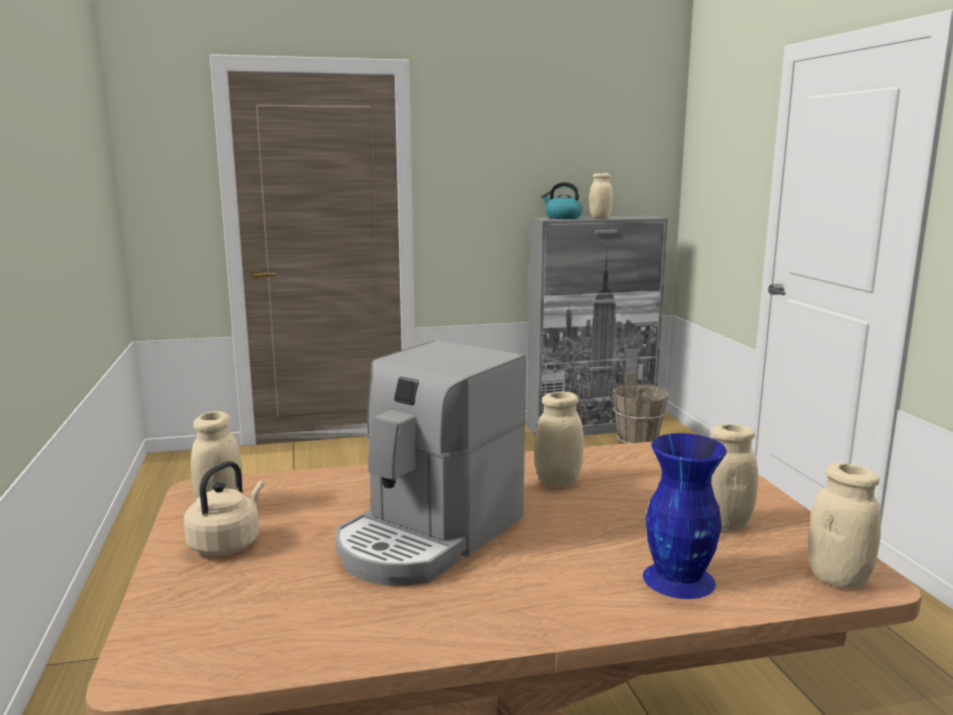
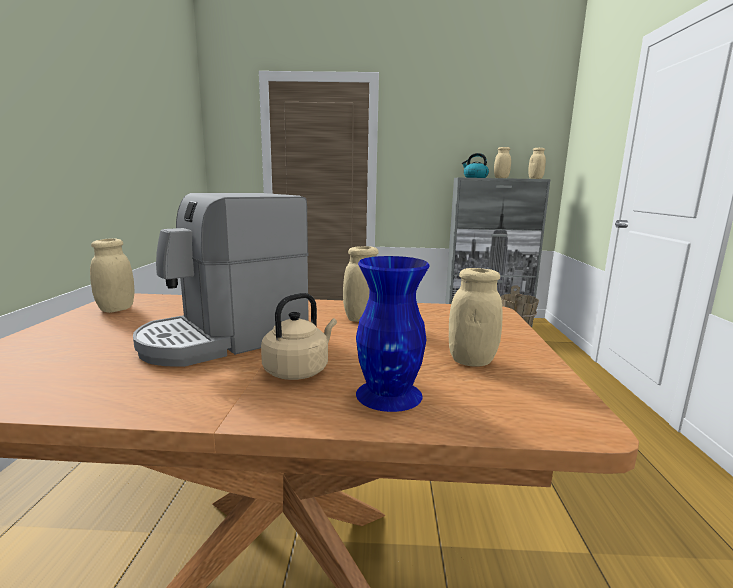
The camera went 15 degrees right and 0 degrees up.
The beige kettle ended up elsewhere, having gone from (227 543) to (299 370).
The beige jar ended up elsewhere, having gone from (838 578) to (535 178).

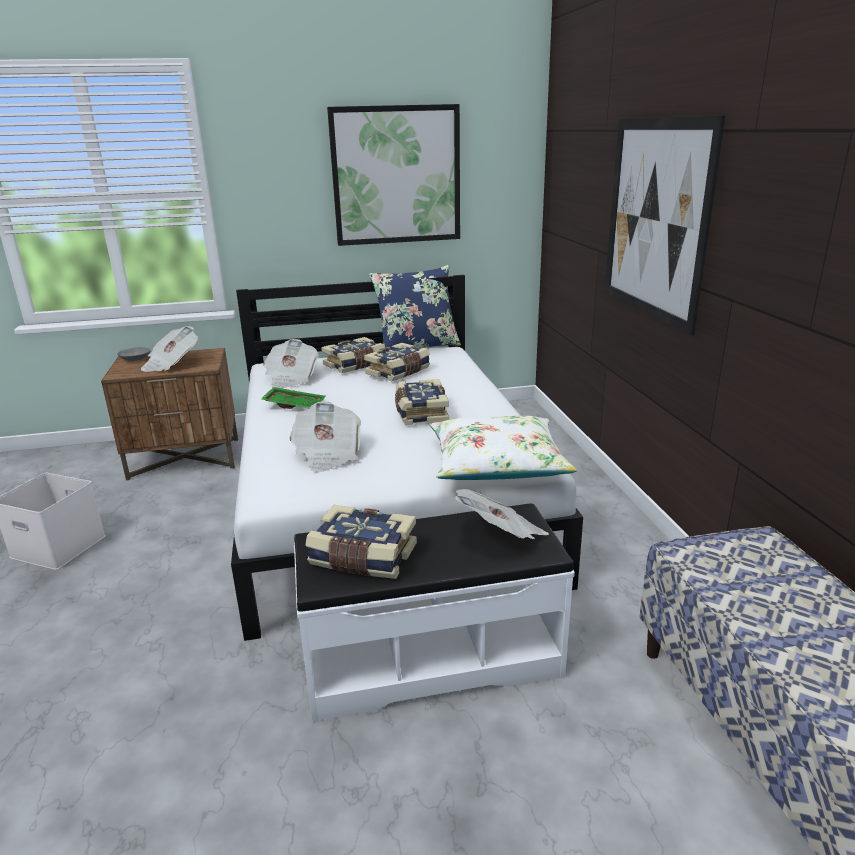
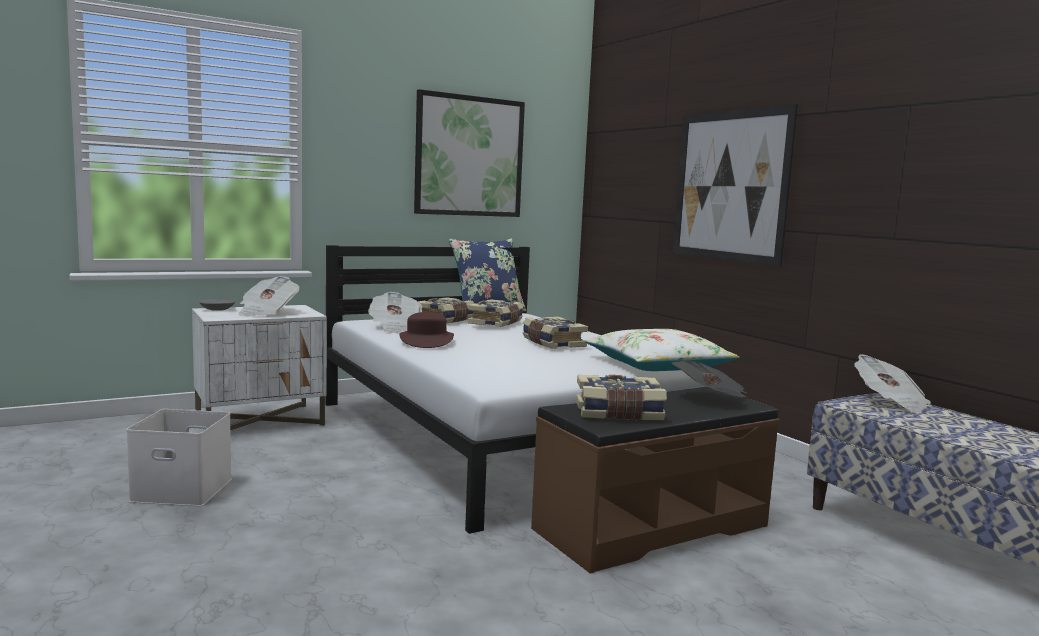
The camera went 20 degrees left and 15 degrees down.
What was the brown nightstand at (186 458) turned into the white nightstand at (260 421).
Where the green tray stood at (295 405), the brown hat came to stand at (426 341).
The newspaper ended up elsewhere, having gone from (327 455) to (890 403).
What was the white bench at (430 657) turned into the brown bench at (650 526).

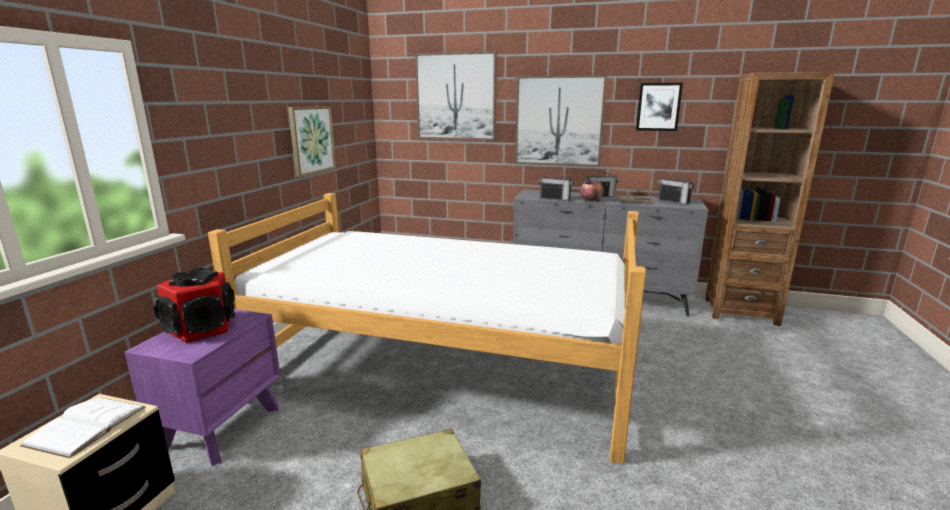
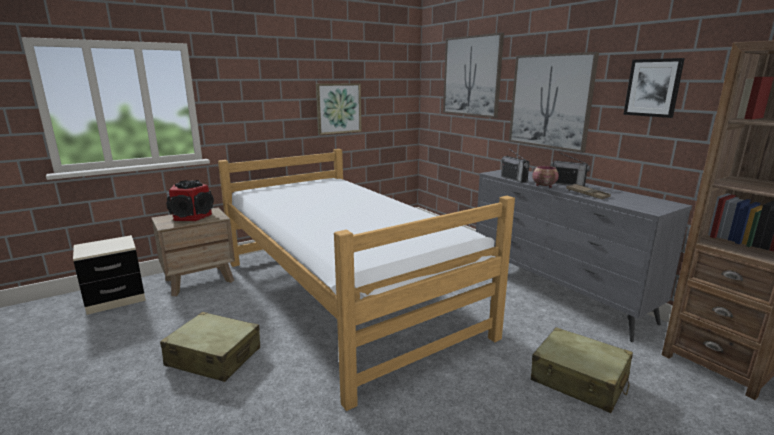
The camera went 40 degrees right and 0 degrees up.
The second view lost the radio at (673 202).
What was the purple nightstand at (222 427) turned into the brown nightstand at (200 280).
The second view lost the white book at (86 425).
The second view gained the beige suitcase at (579 380).

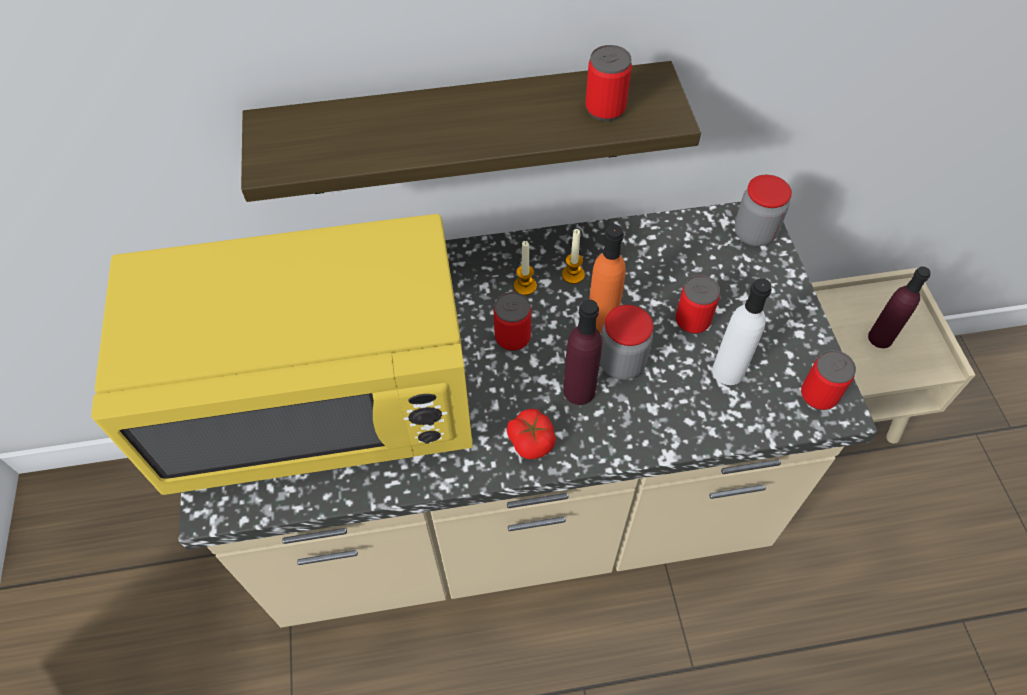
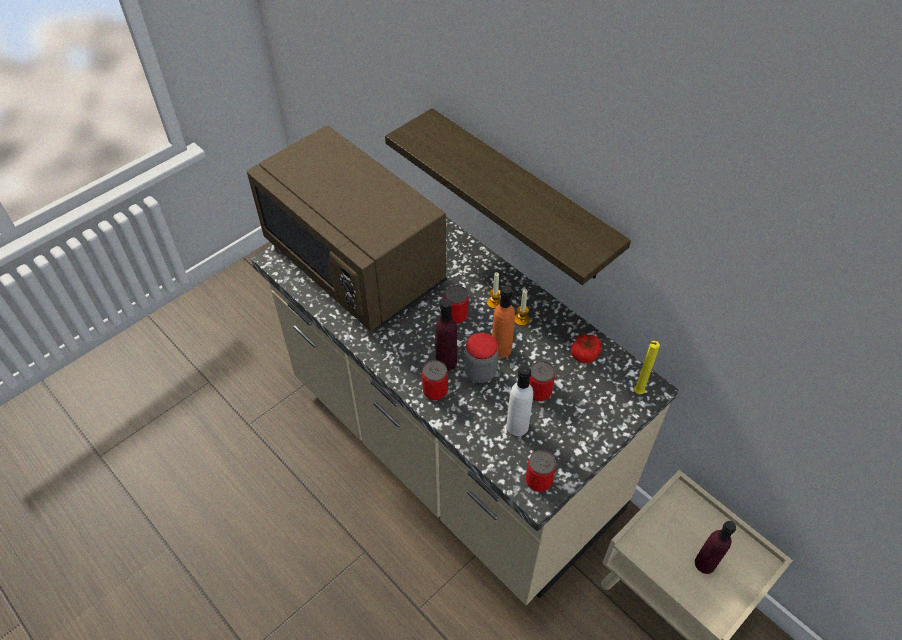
The camera went 55 degrees right and 5 degrees down.
The can ended up elsewhere, having gone from (605 108) to (435 391).
Where the jar stood at (754 233), the yellow candle came to stand at (637 392).
What was the yellow microwave at (321 402) turned into the brown microwave at (355 263).
The tomato ended up elsewhere, having gone from (531 440) to (585 353).

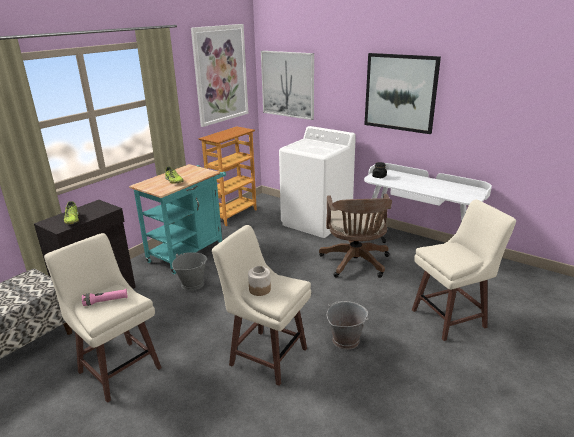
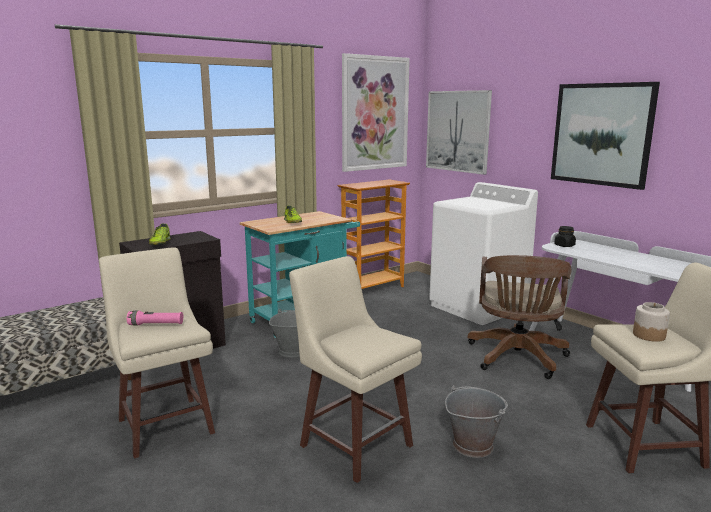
The camera went 15 degrees right and 10 degrees down.
The jar ended up elsewhere, having gone from (260 289) to (649 335).

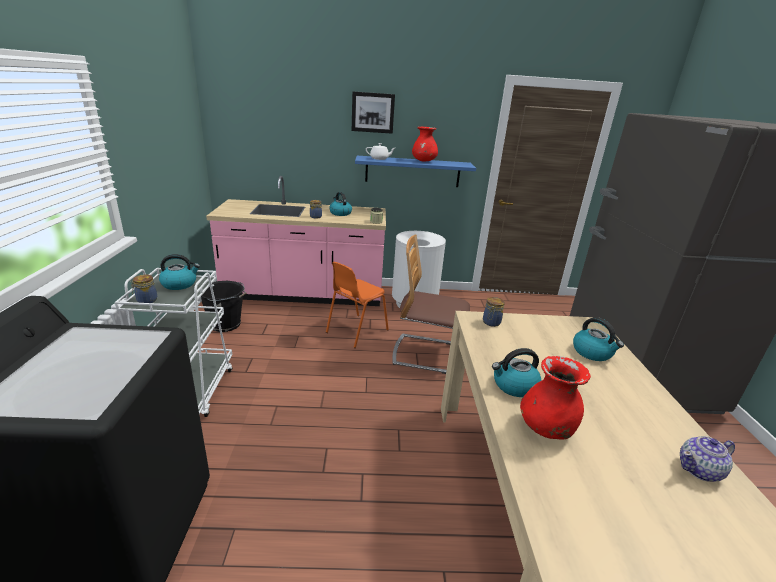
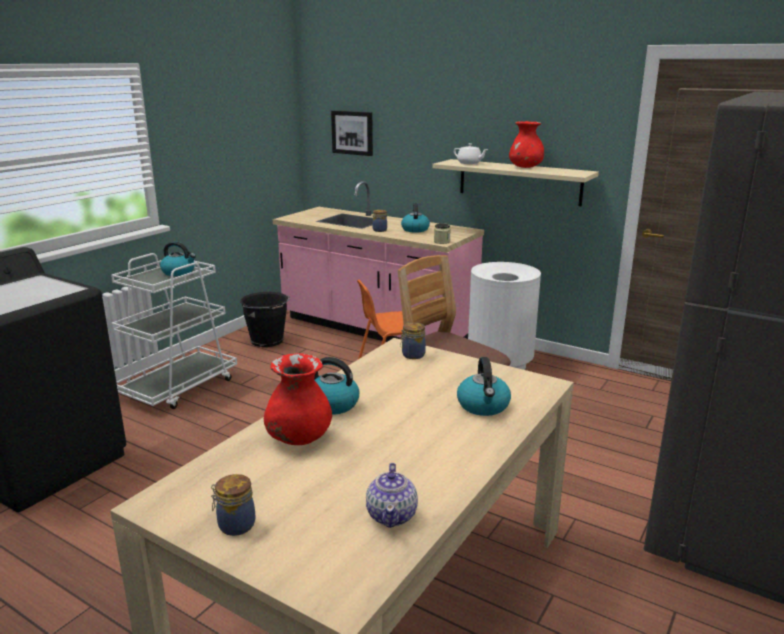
The camera went 35 degrees right and 5 degrees down.
The picture ended up elsewhere, having gone from (373 112) to (352 132).
What was the blue shelf at (412 171) turned into the beige shelf at (519 182).
The jar ended up elsewhere, having gone from (146 300) to (235 525).
The teapot at (700 470) ended up facing another way, 105 degrees counterclockwise from before.

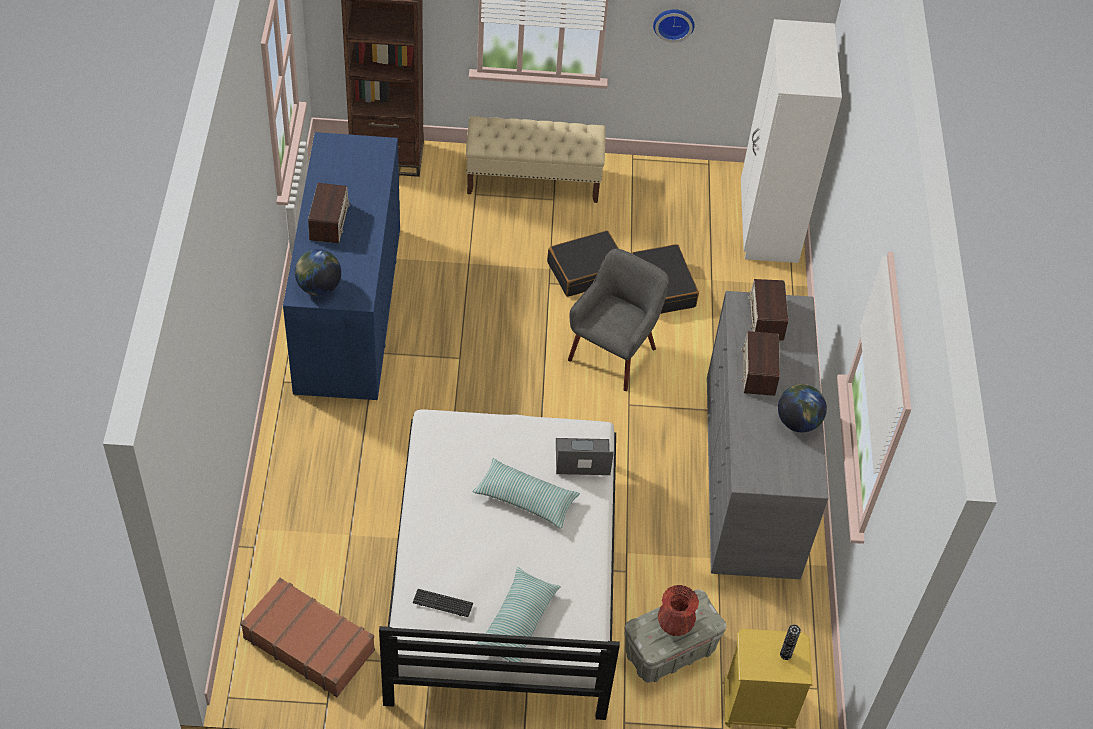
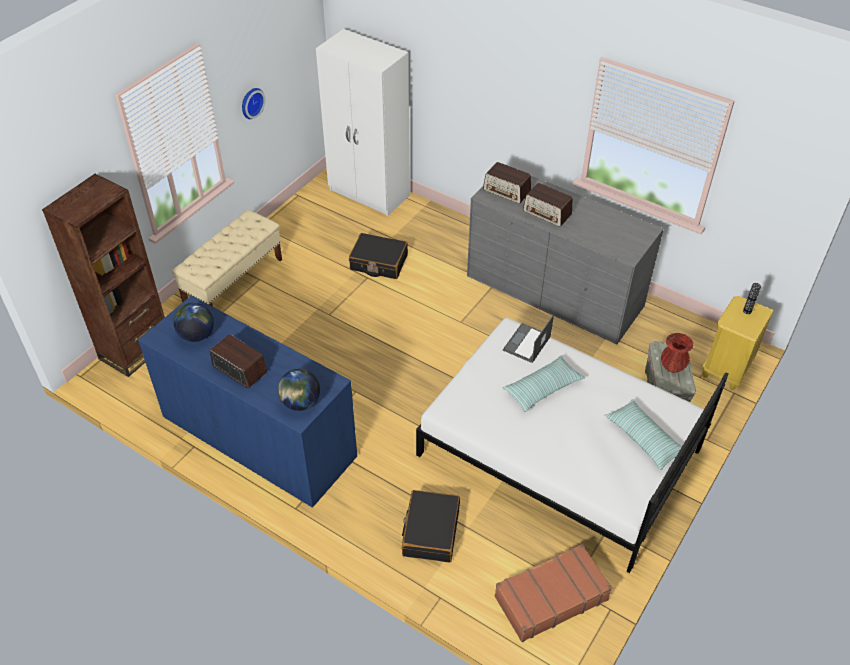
The camera went 55 degrees left and 5 degrees down.
The black suitcase ended up elsewhere, having gone from (586 271) to (430 531).
The second view lost the grey armchair at (614 354).
The globe ended up elsewhere, having gone from (798 422) to (197 335).
The second view lost the keyboard at (443 603).

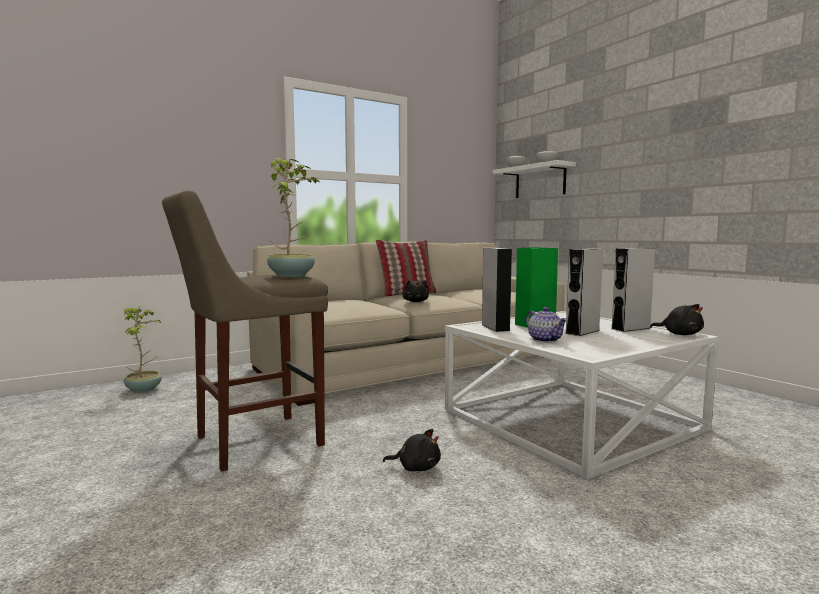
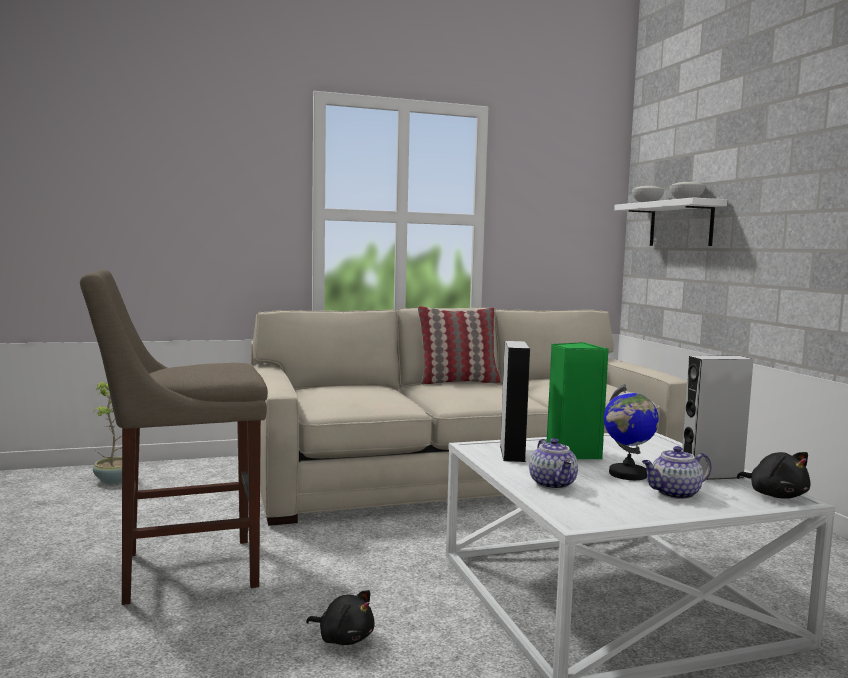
The camera went 15 degrees right and 0 degrees up.
The second view lost the potted plant at (292 276).
Where the grey speaker stood at (582 332), the globe came to stand at (627 474).
The second view lost the black plush toy at (416 302).
The second view gained the teapot at (674 494).

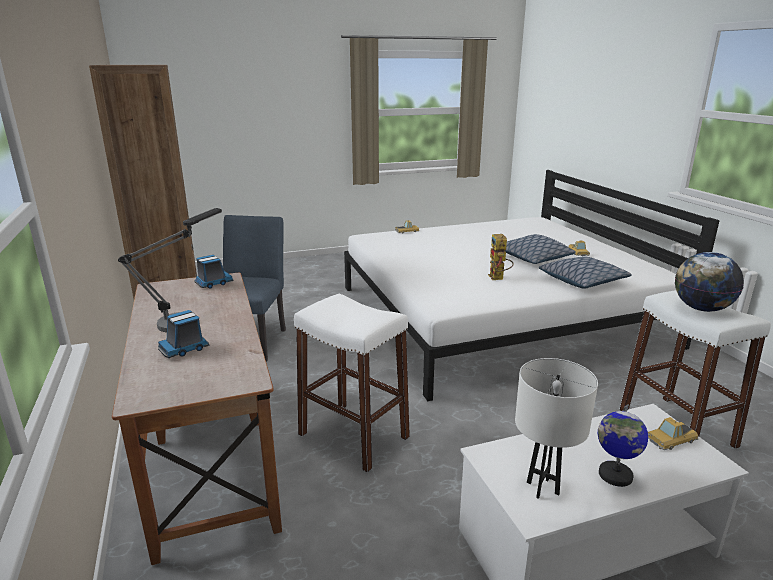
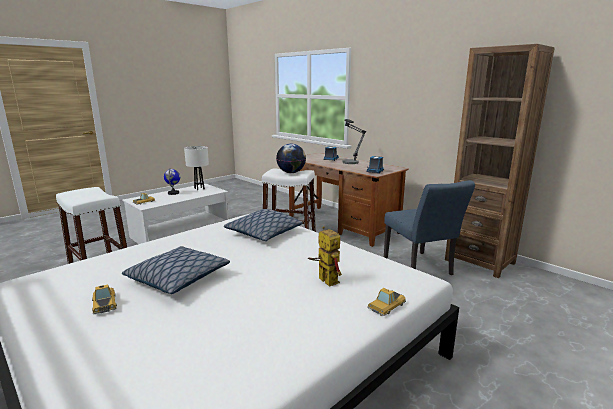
The camera went 155 degrees right and 5 degrees down.
The toy robot ended up elsewhere, having gone from (498 278) to (324 279).
The globe ended up elsewhere, having gone from (701 308) to (291 173).
The pillow ended up elsewhere, having gone from (582 281) to (264 233).

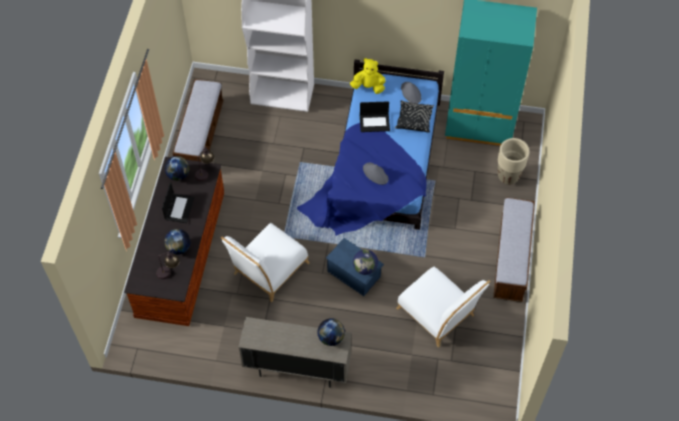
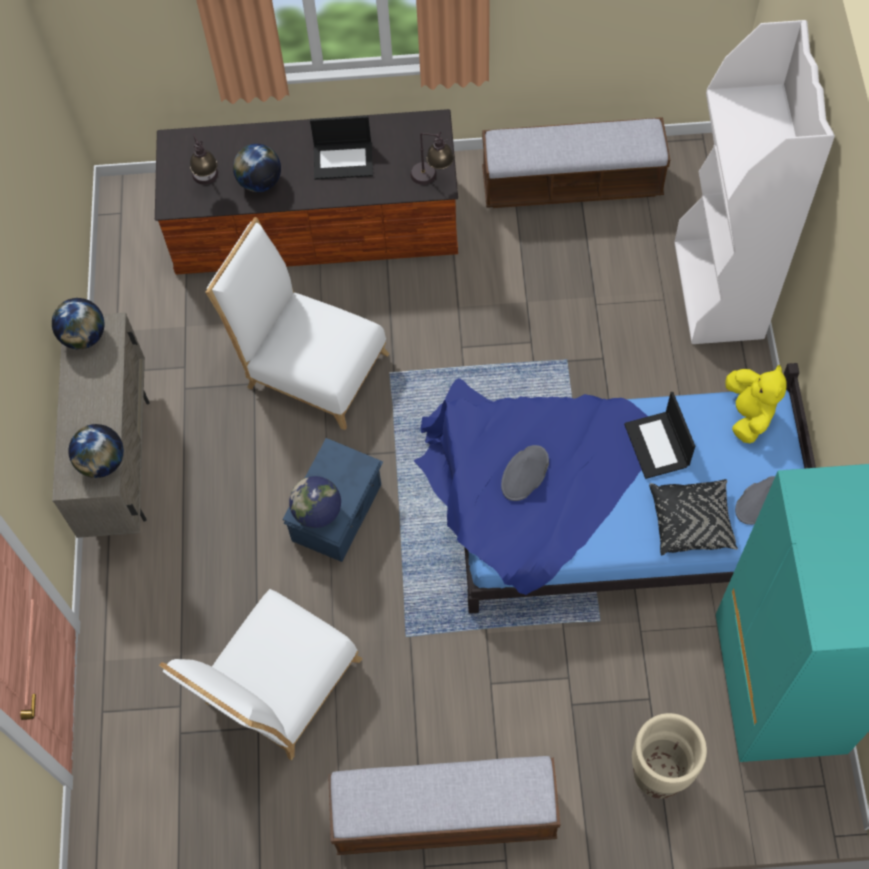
The camera went 80 degrees right and 5 degrees up.
The globe ended up elsewhere, having gone from (178 175) to (84 336).

